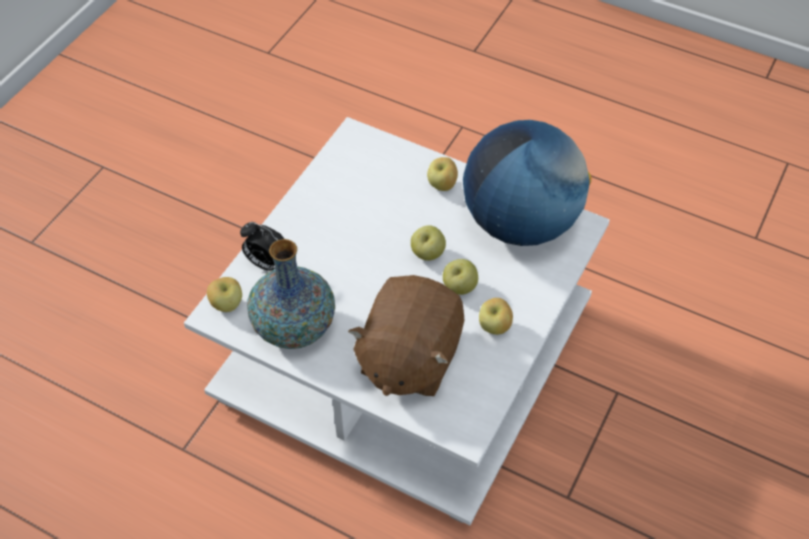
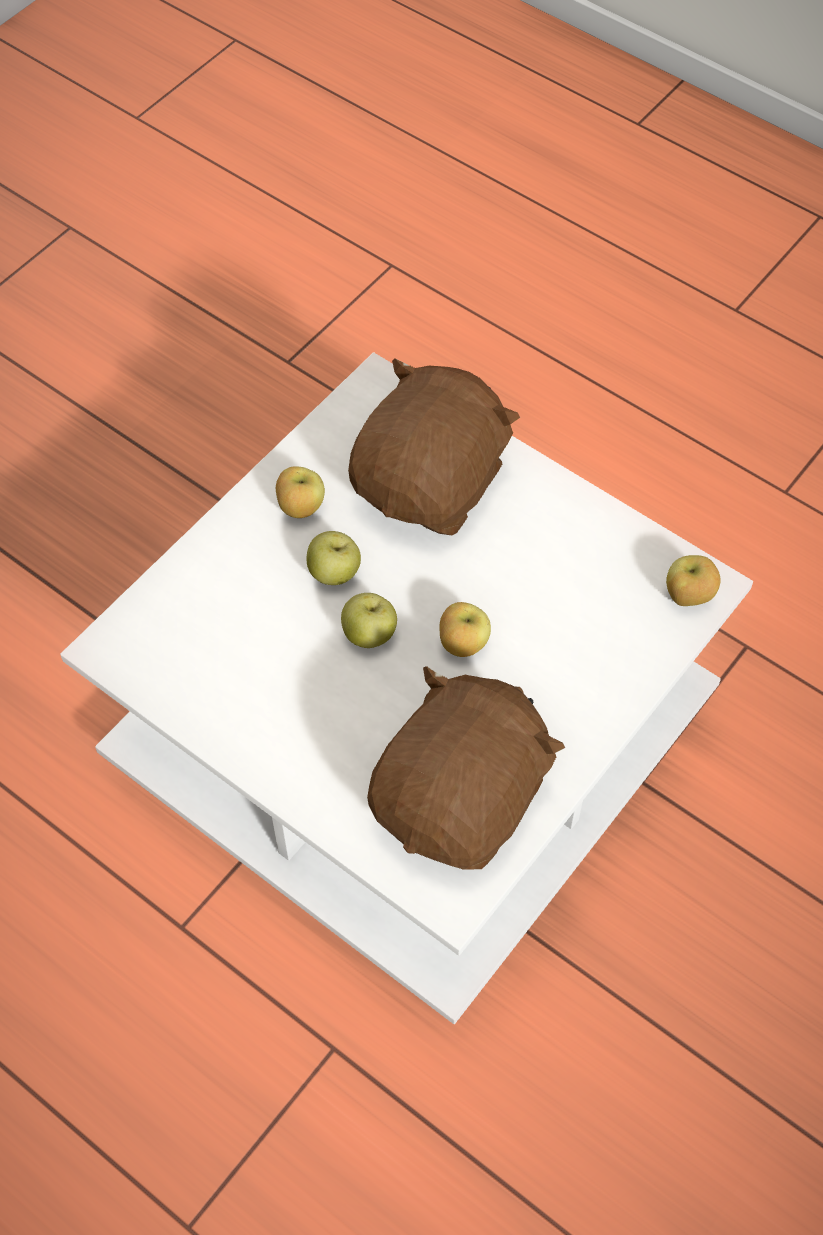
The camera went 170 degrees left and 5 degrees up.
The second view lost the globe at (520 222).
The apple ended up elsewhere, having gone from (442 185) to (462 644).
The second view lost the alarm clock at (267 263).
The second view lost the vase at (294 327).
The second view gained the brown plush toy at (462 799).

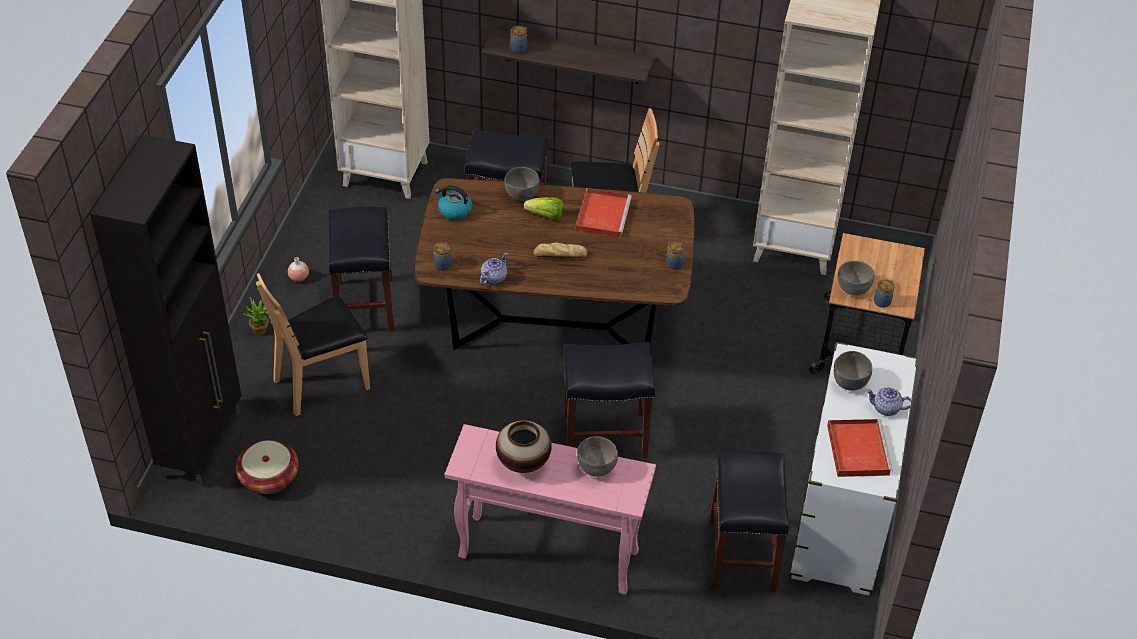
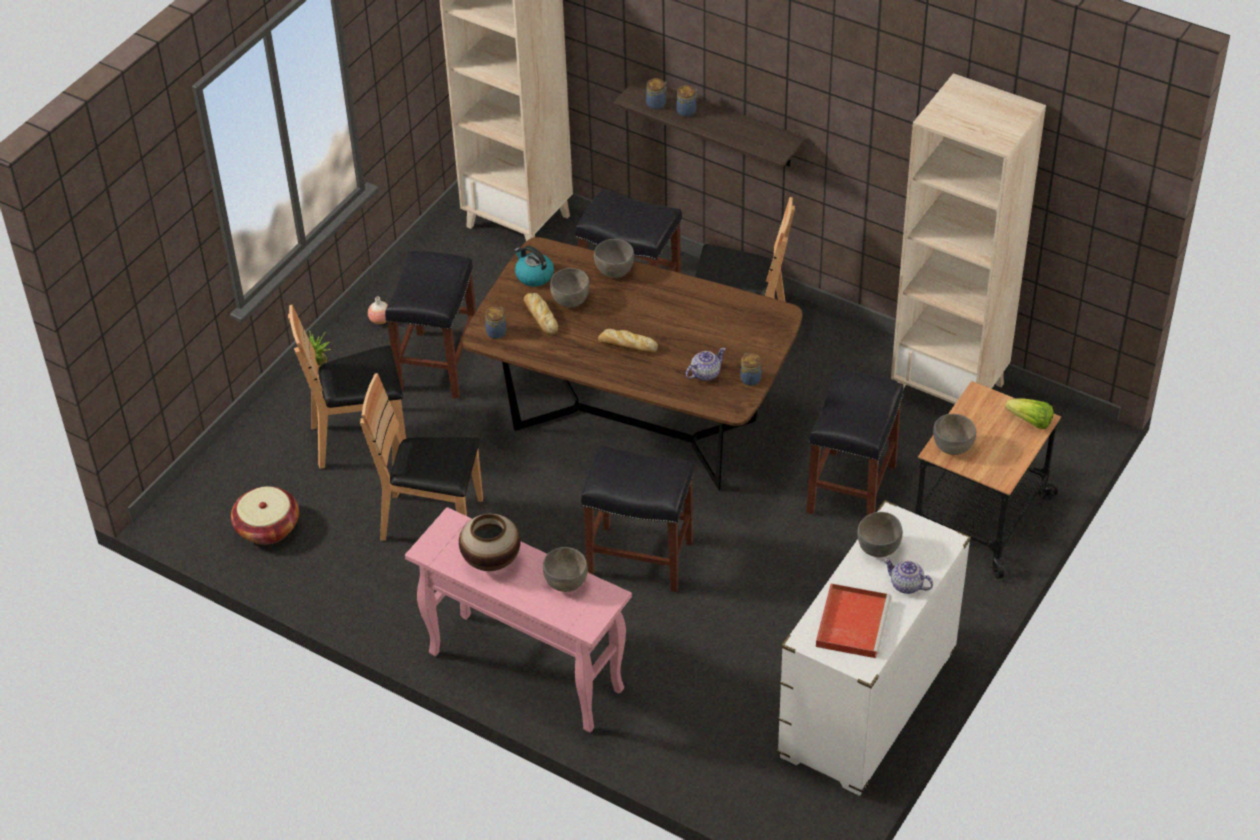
The camera went 20 degrees right and 0 degrees up.
The second view lost the black cabinet at (203 443).
The second view lost the red tray at (602 214).
The lettuce ended up elsewhere, having gone from (546 216) to (1030 421).
The teapot ended up elsewhere, having gone from (493 278) to (705 374).
The jar ended up elsewhere, having gone from (882 301) to (687 111).
The black stool ended up elsewhere, having gone from (742 557) to (852 490).
The second view gained the grey bowl at (570 301).
The second view gained the bread at (540 316).
The second view gained the brown chair at (433 521).

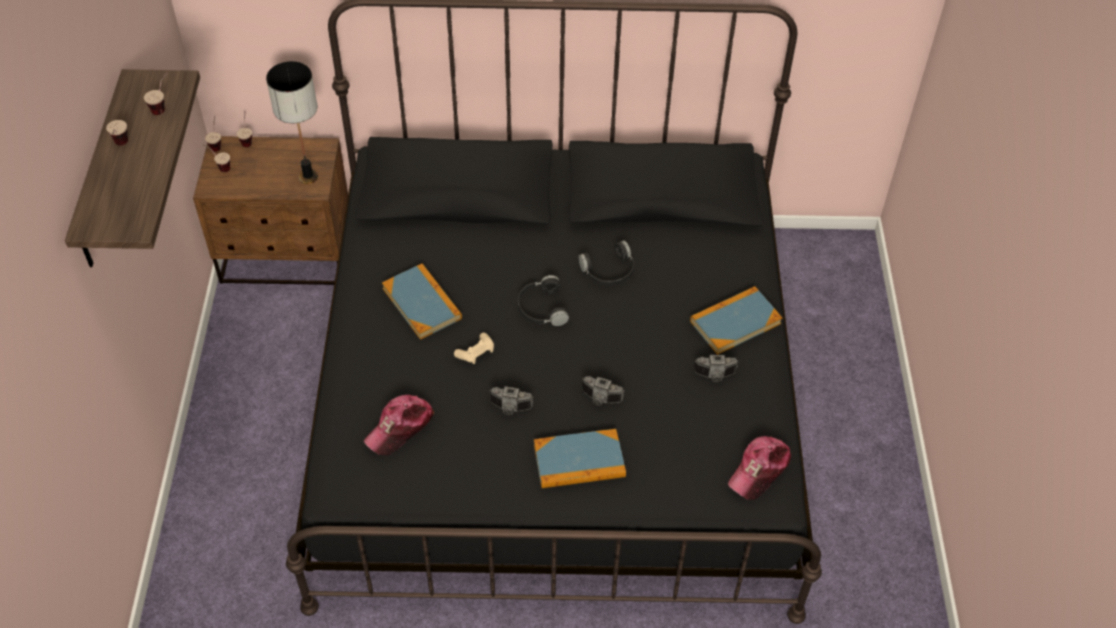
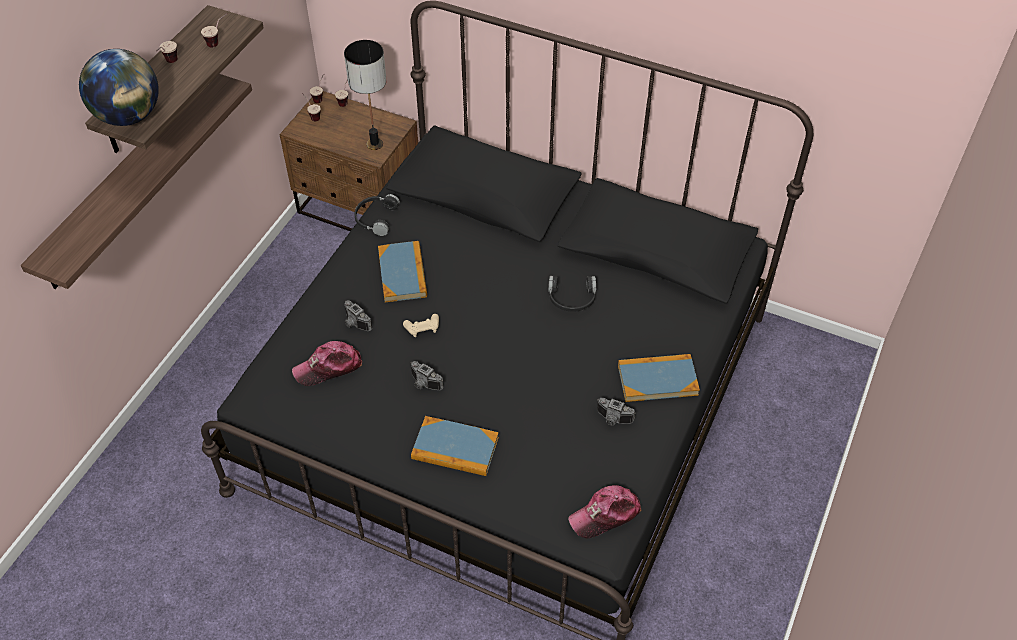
The camera went 25 degrees right and 0 degrees up.
The black headphones ended up elsewhere, having gone from (540 308) to (375 218).
The photo camera ended up elsewhere, having gone from (600 399) to (354 324).
The second view gained the globe at (129 116).
The second view gained the shelf at (129 180).

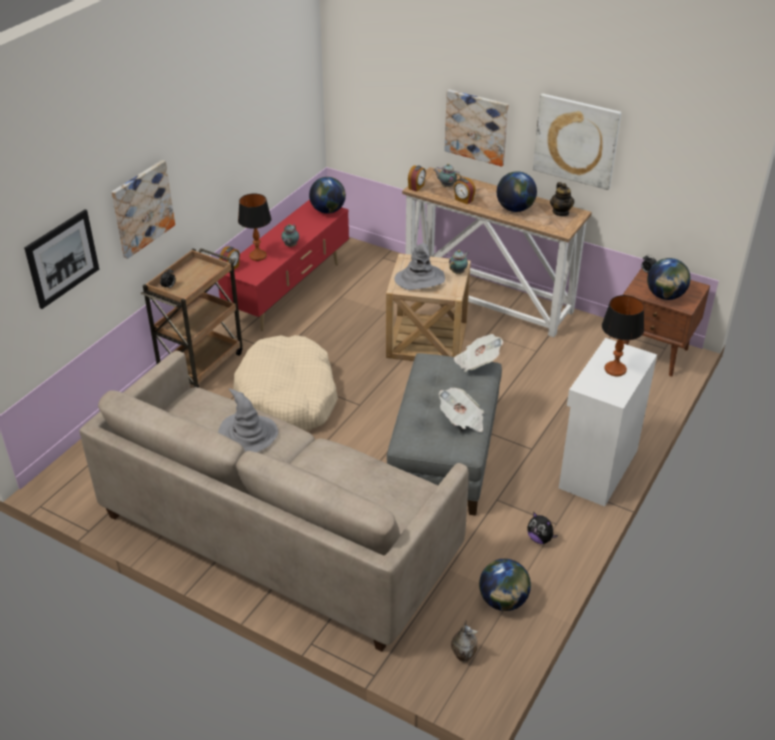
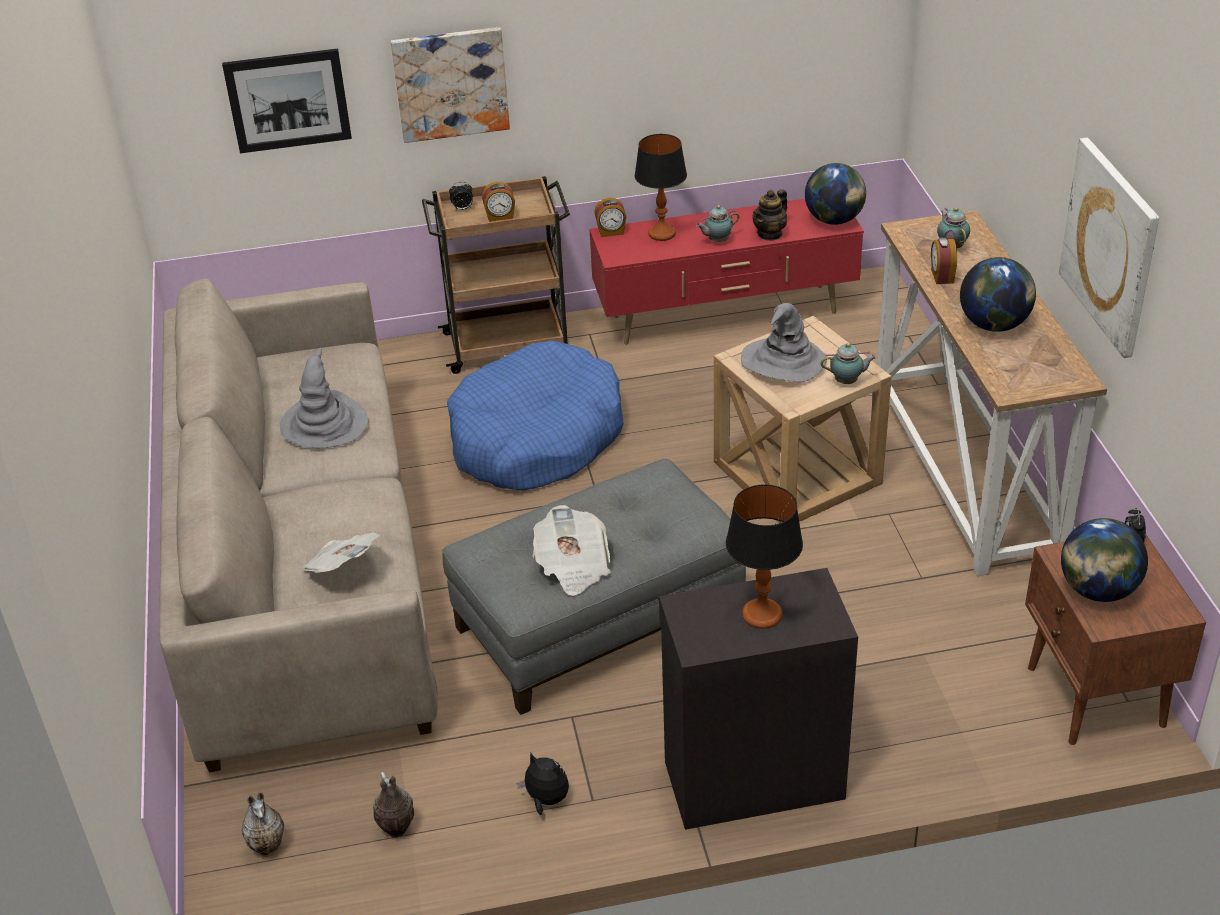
The camera went 50 degrees right and 0 degrees up.
The second view lost the picture at (476 127).
The alarm clock ended up elsewhere, having gone from (416 187) to (500 218).
The teapot ended up elsewhere, having gone from (561 212) to (770 234).
The newspaper ended up elsewhere, having gone from (477 362) to (343 567).
What was the beige dog bed at (288 398) turned into the blue dog bed at (535 438).
What was the white cabinet at (596 469) turned into the black cabinet at (751 778).
The plush toy at (540 539) ended up facing another way, 120 degrees clockwise from before.
Where the globe stood at (503 601), the vase came to stand at (396 830).

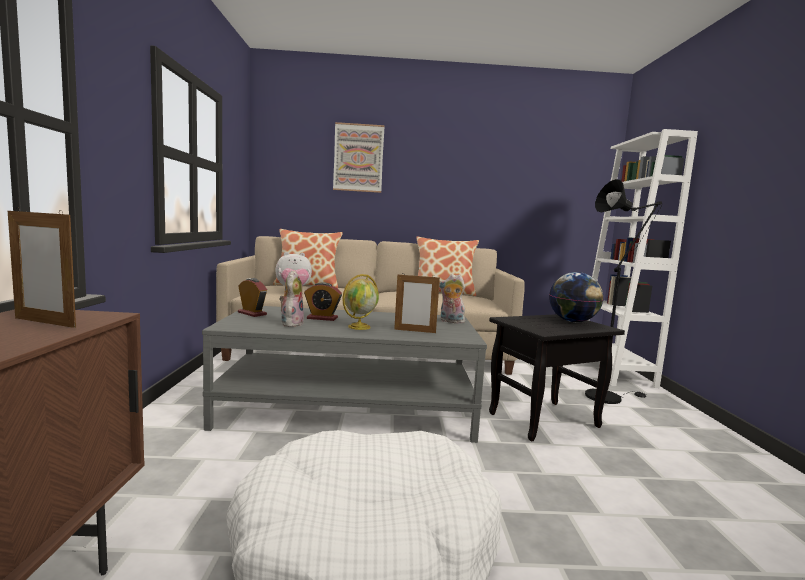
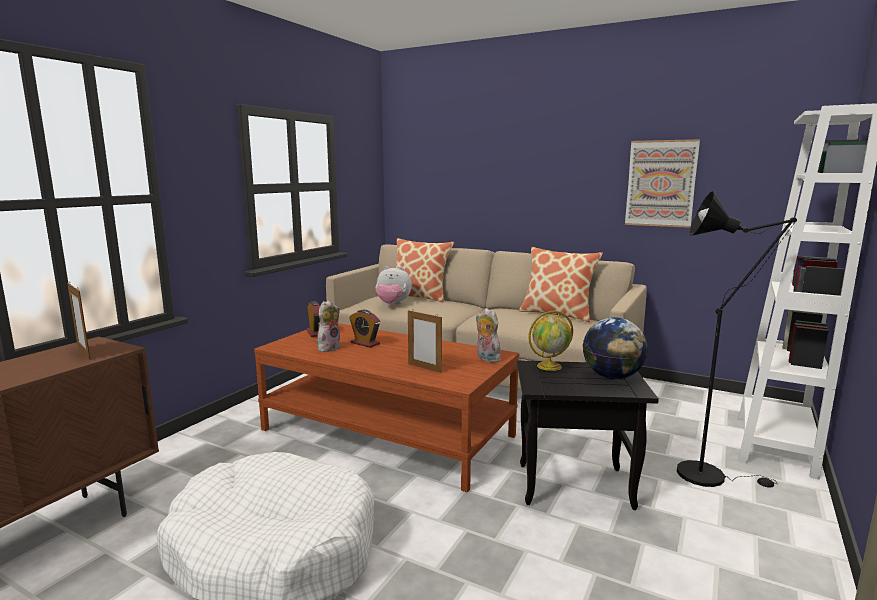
The camera went 30 degrees right and 5 degrees up.
The picture ended up elsewhere, having gone from (358 158) to (661 183).
The globe ended up elsewhere, having gone from (359 327) to (549 366).
What was the grey coffee table at (349 409) turned into the brown coffee table at (387 433).

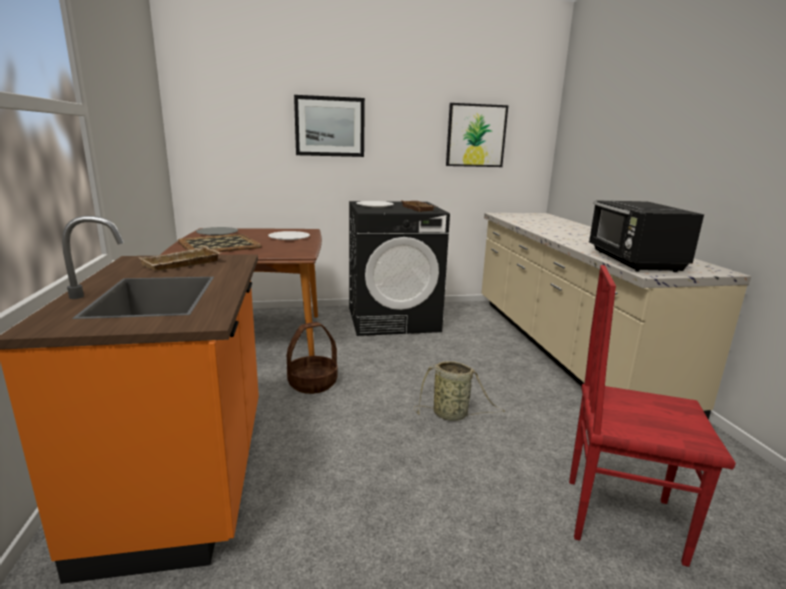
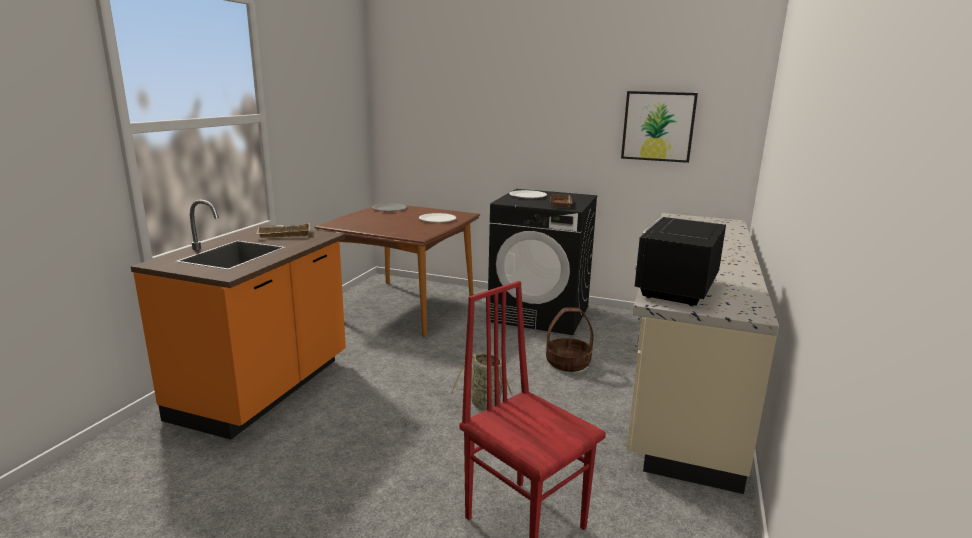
The camera went 30 degrees right and 0 degrees up.
The second view lost the picture at (329 126).
The second view lost the tray at (220 244).
The basket ended up elsewhere, having gone from (312 383) to (568 363).

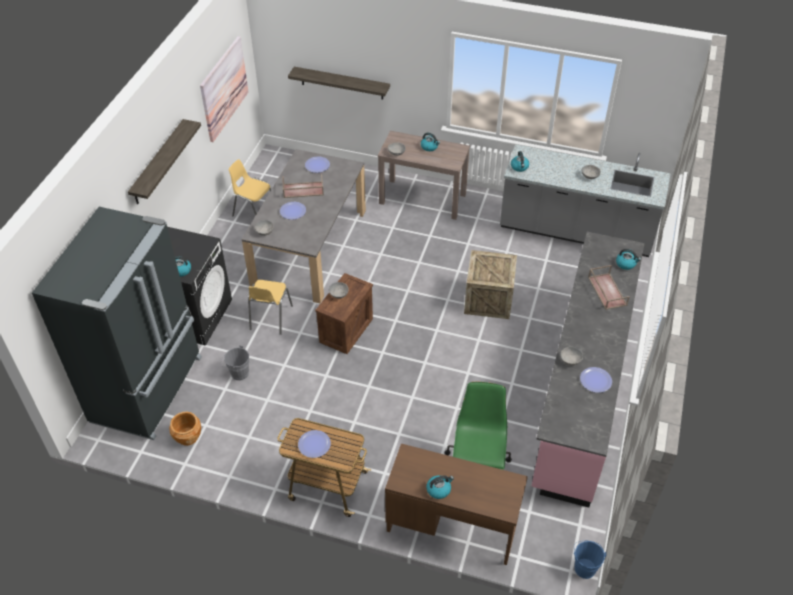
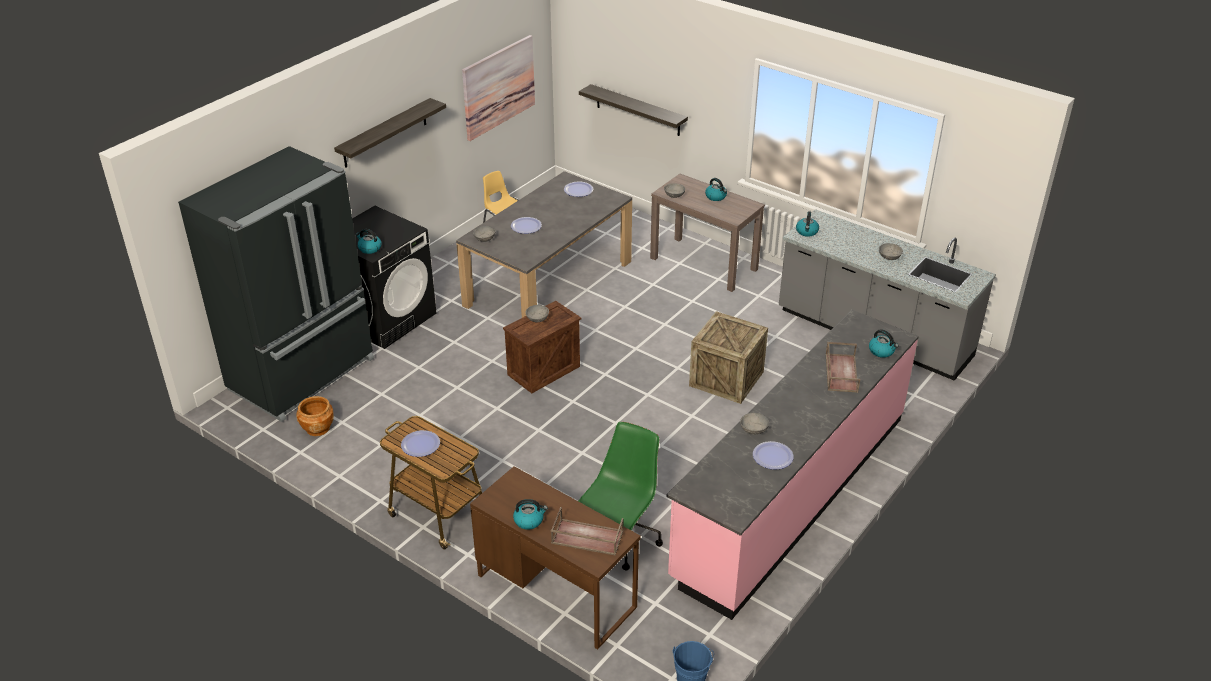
The camera went 20 degrees right and 10 degrees down.
The brown tray ended up elsewhere, having gone from (303 190) to (586 537).
The second view lost the yellow chair at (270 318).
The second view lost the grey bucket at (238 373).

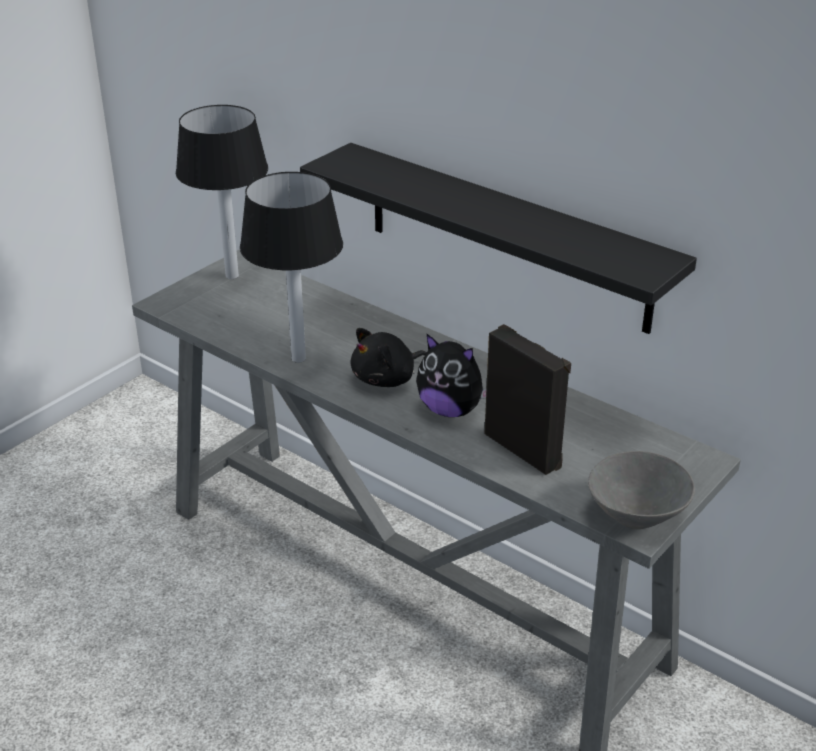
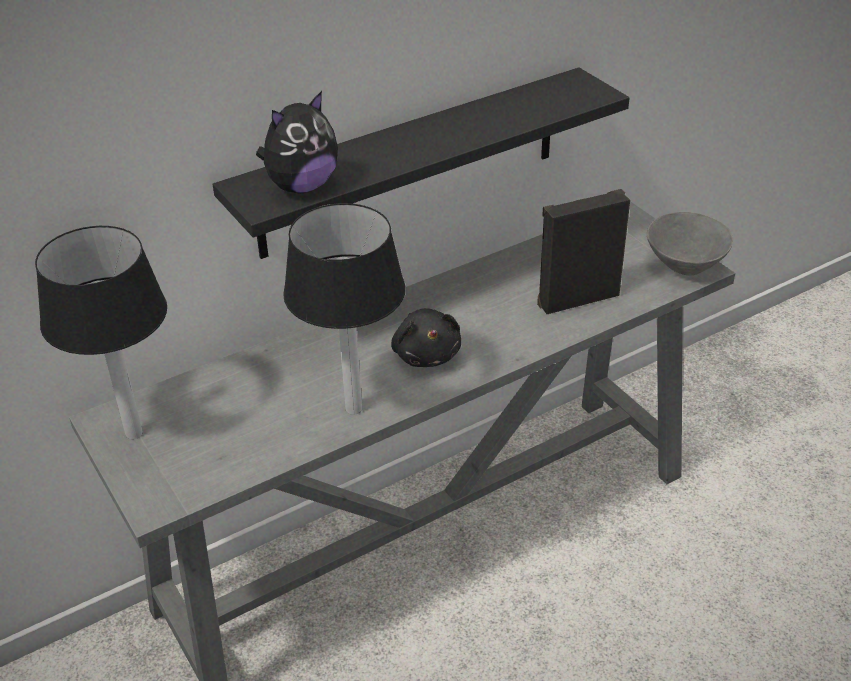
The camera went 70 degrees left and 5 degrees up.
The plush toy ended up elsewhere, having gone from (451 410) to (301 186).

